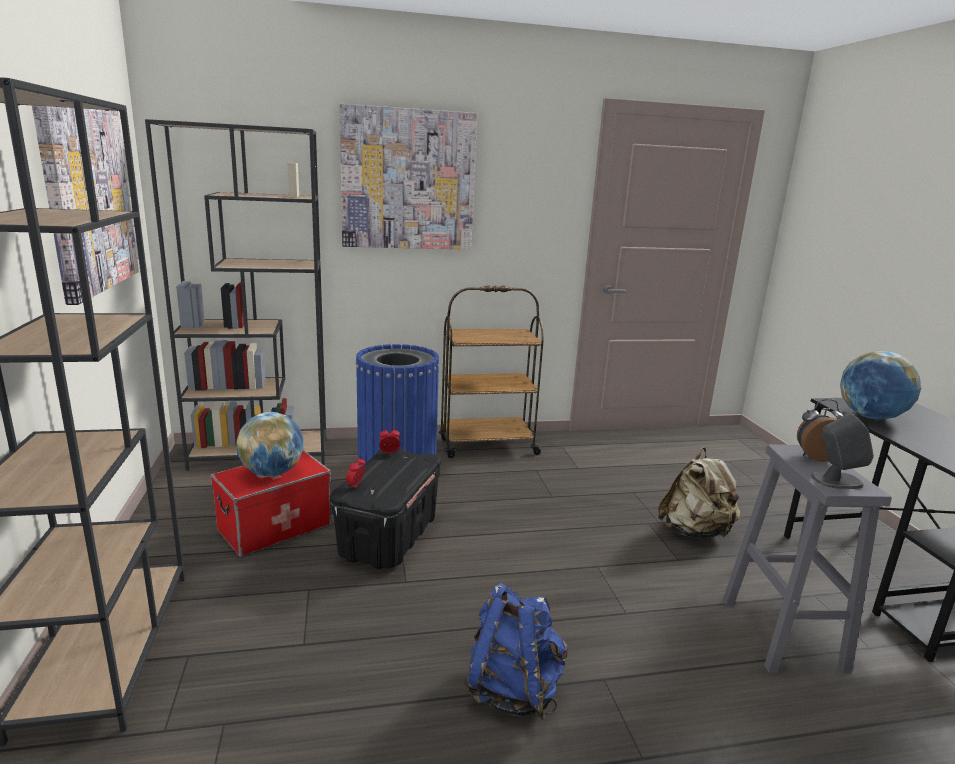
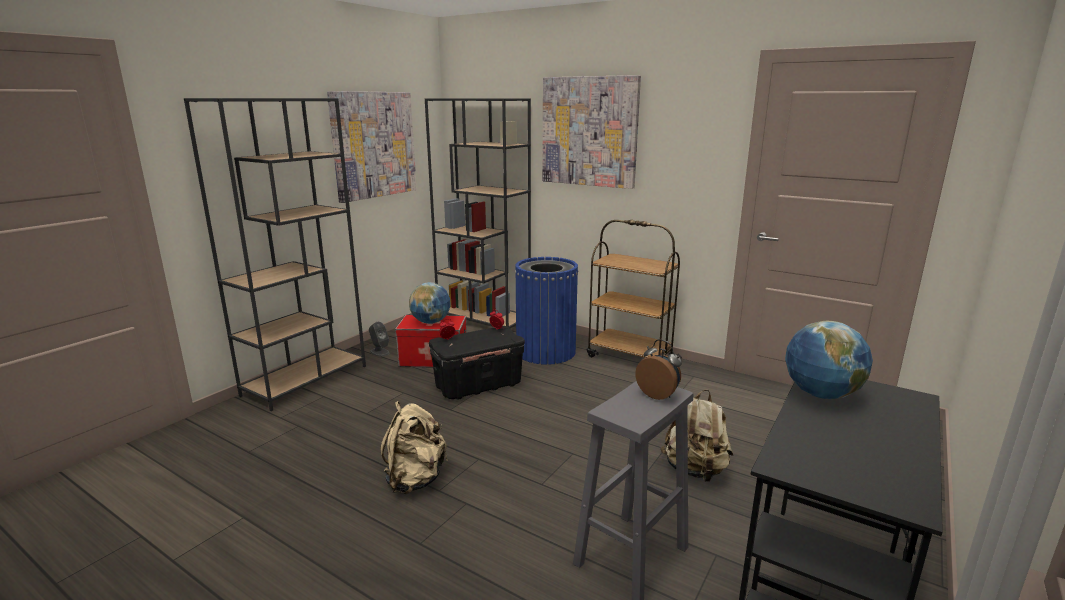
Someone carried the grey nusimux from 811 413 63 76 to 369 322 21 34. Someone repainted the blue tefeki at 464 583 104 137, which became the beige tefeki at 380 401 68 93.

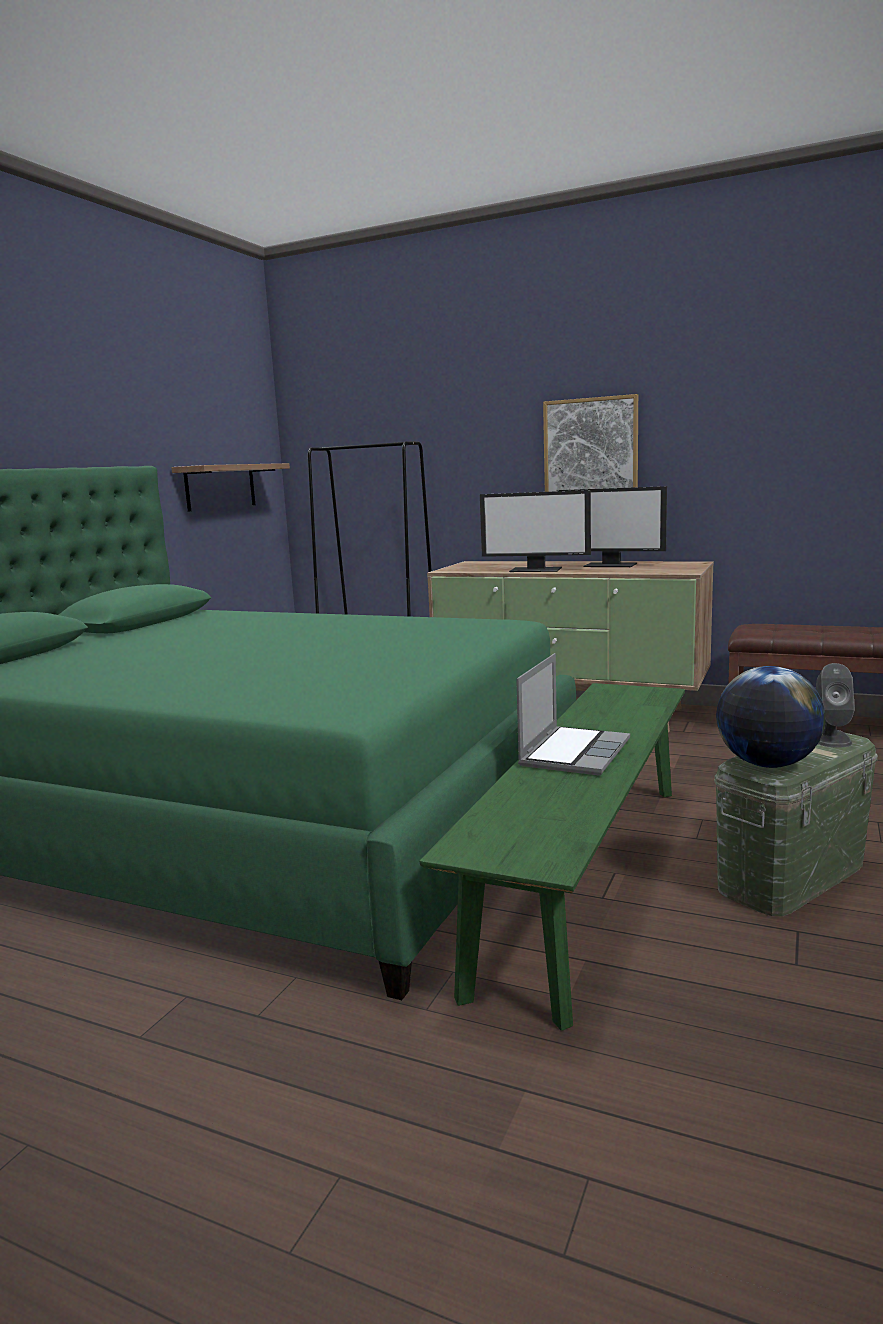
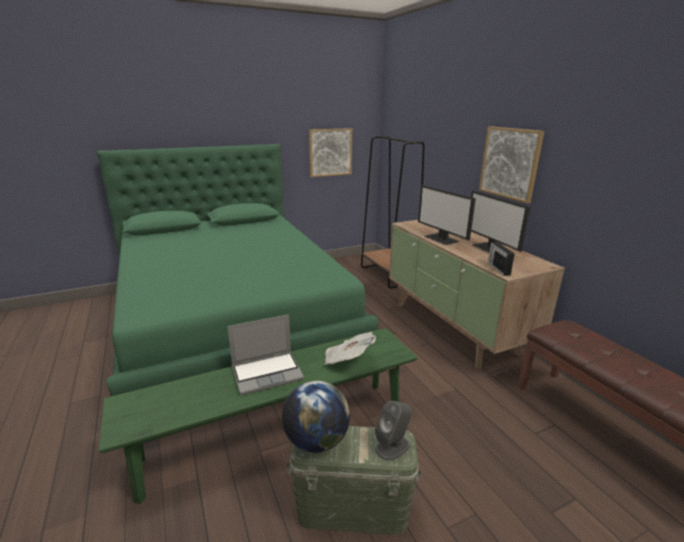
Someone put down the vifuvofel at 324 332 52 33. Someone put down the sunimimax at 488 242 27 34. Someone swapped the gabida at 171 463 119 48 for the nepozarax at 309 128 43 49.

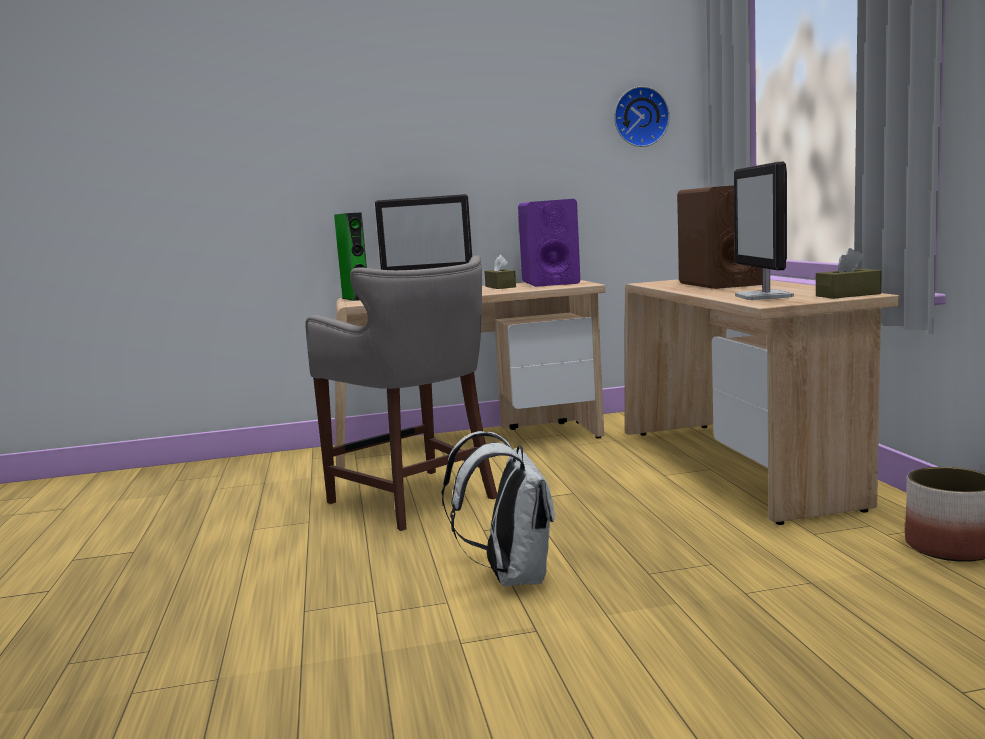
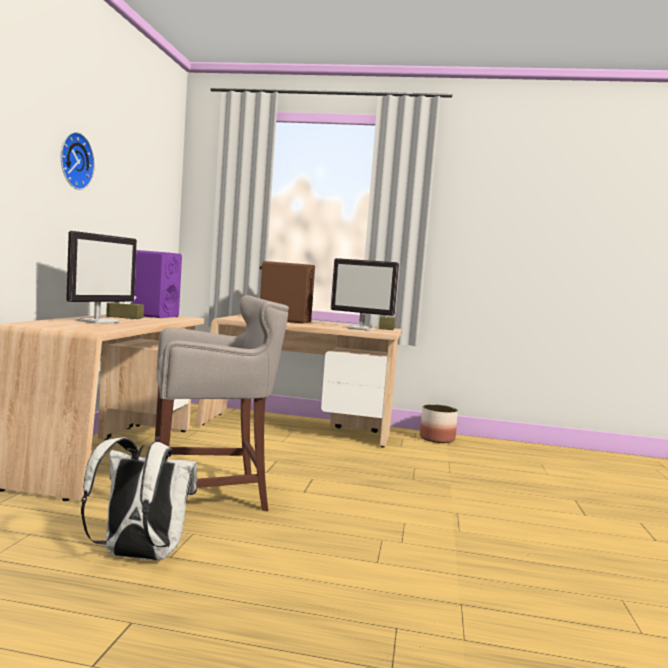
Someone took away the green nusimux at 334 212 33 89. Someone carried the white tefeki from 441 431 114 155 to 81 438 116 123. Someone carried the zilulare from 614 86 56 61 to 61 132 34 58.

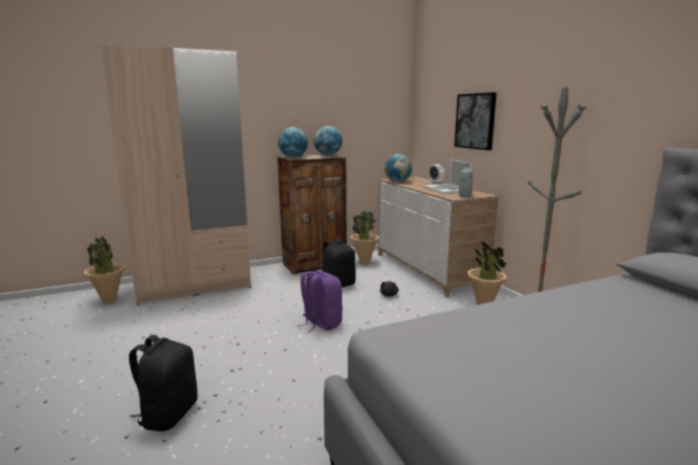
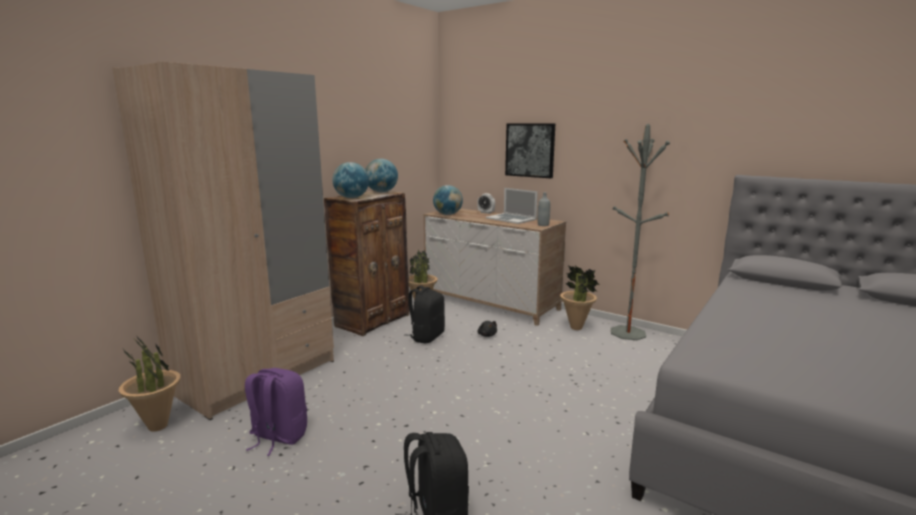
Someone carried the purple tefeki from 297 270 46 63 to 245 368 62 88.

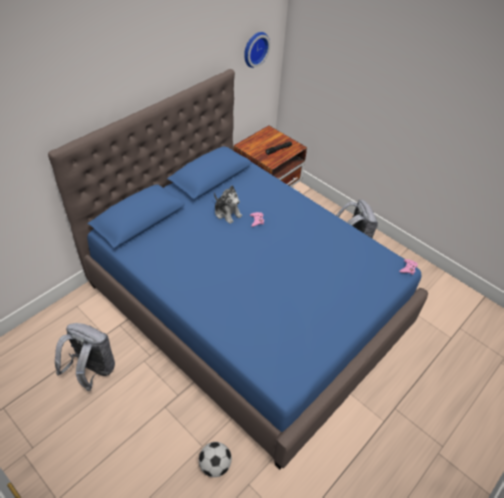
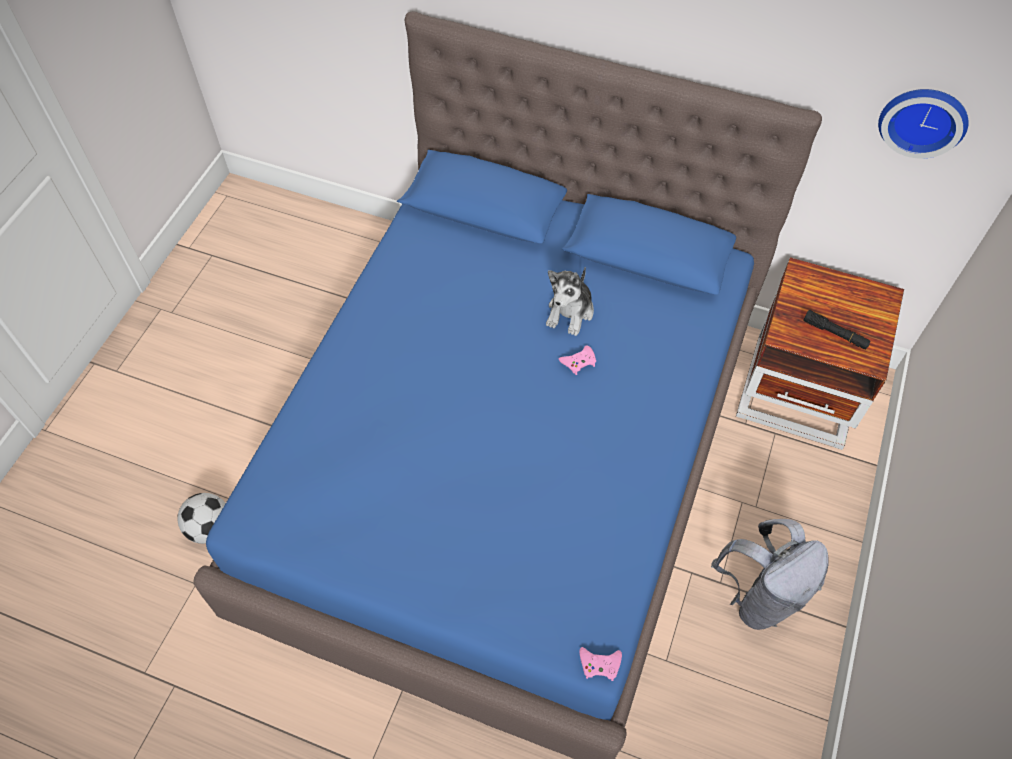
Someone took away the grey tefeki at 55 323 60 68.

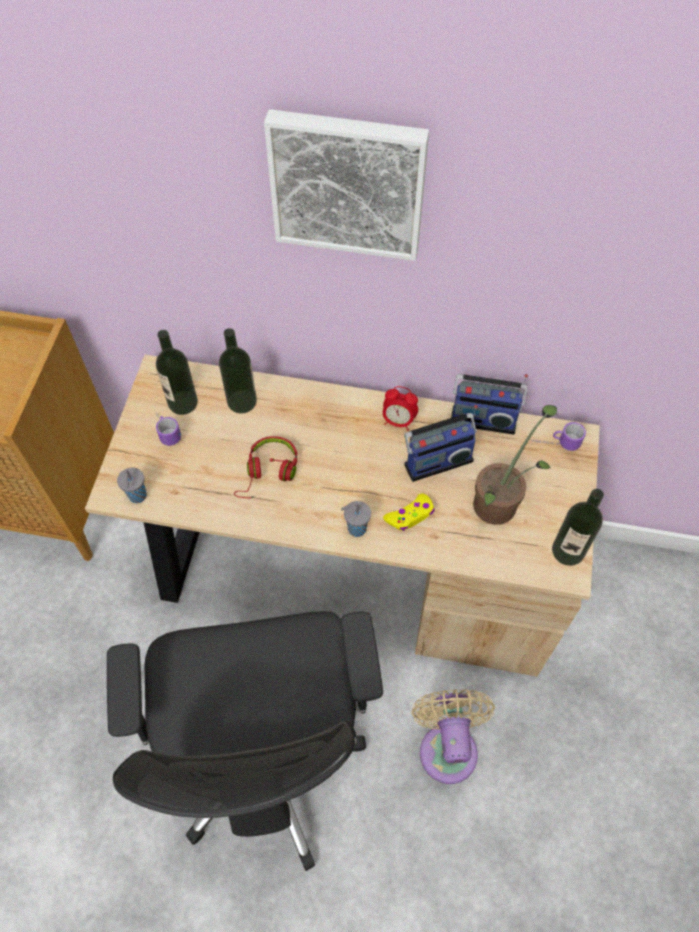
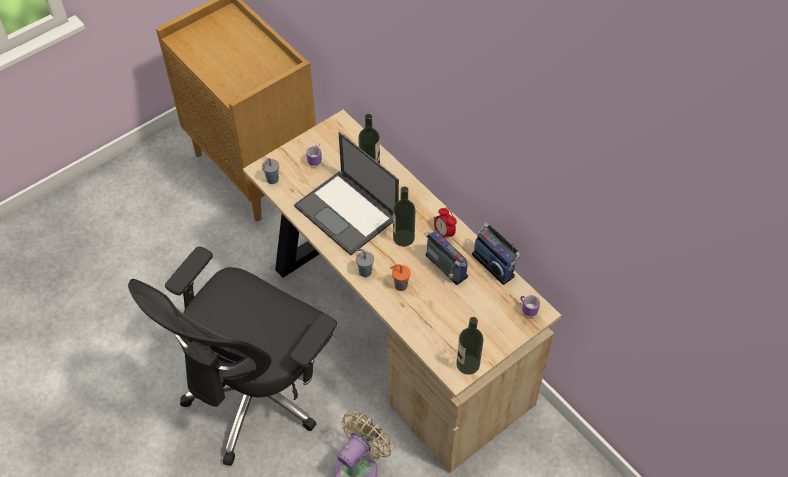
Someone took away the nepozarax at 264 109 165 152. Someone took away the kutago at 473 405 84 120. Someone carried the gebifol from 156 330 42 85 to 393 186 22 61. Someone swapped the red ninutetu at 234 436 63 62 for the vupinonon at 294 132 105 123. Someone swapped the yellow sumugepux at 383 493 52 38 for the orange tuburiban at 390 264 21 27. Someone rotated the sunimimax at 404 405 74 77 by 150 degrees counterclockwise.

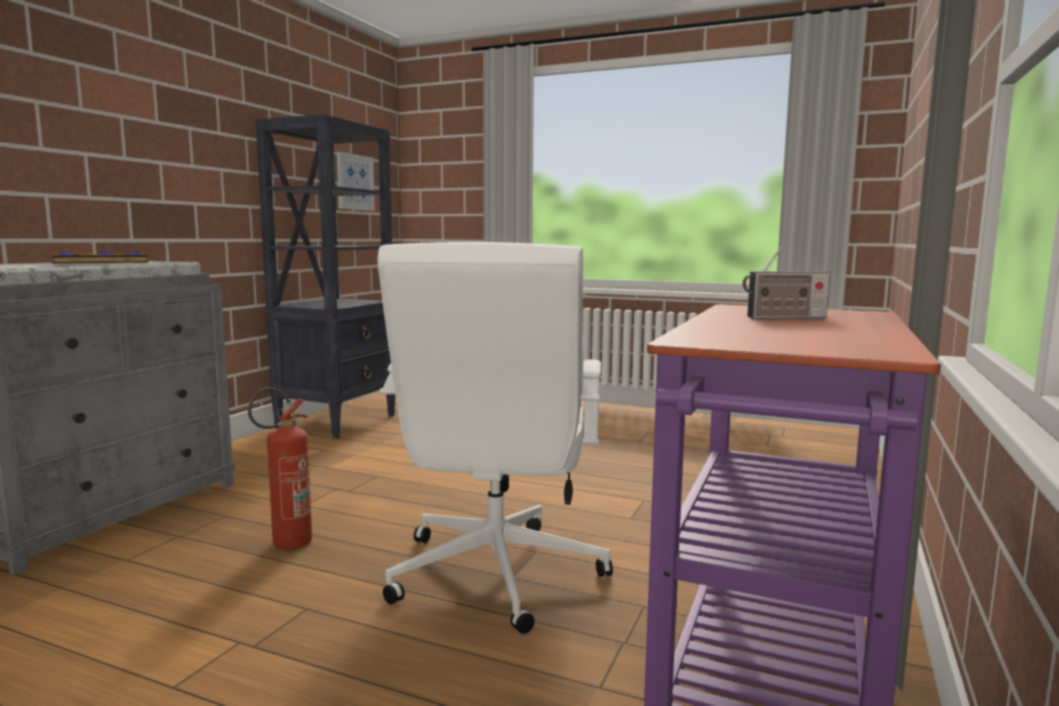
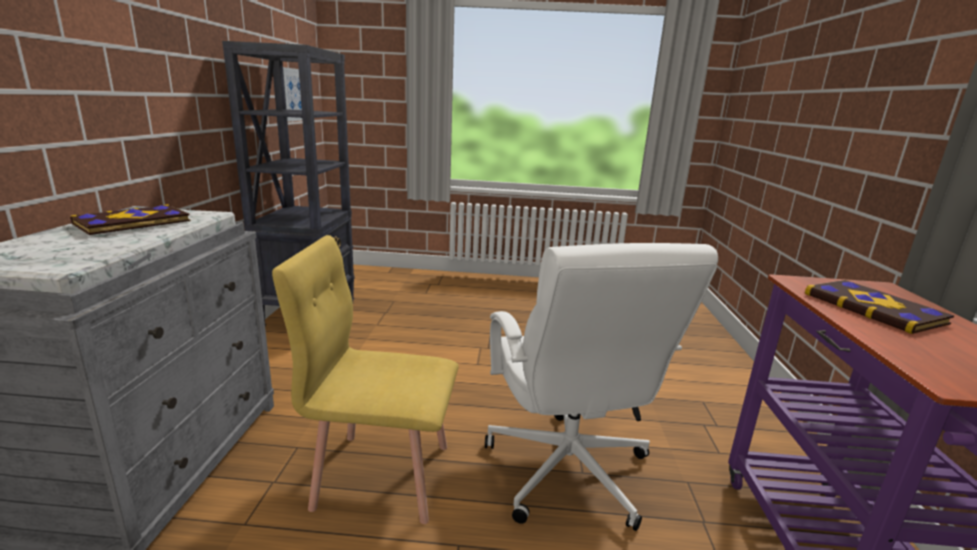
Someone swapped the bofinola at 248 387 64 162 for the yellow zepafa at 272 235 187 289. Someone swapped the sunimimax at 743 247 87 72 for the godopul at 805 280 149 54.

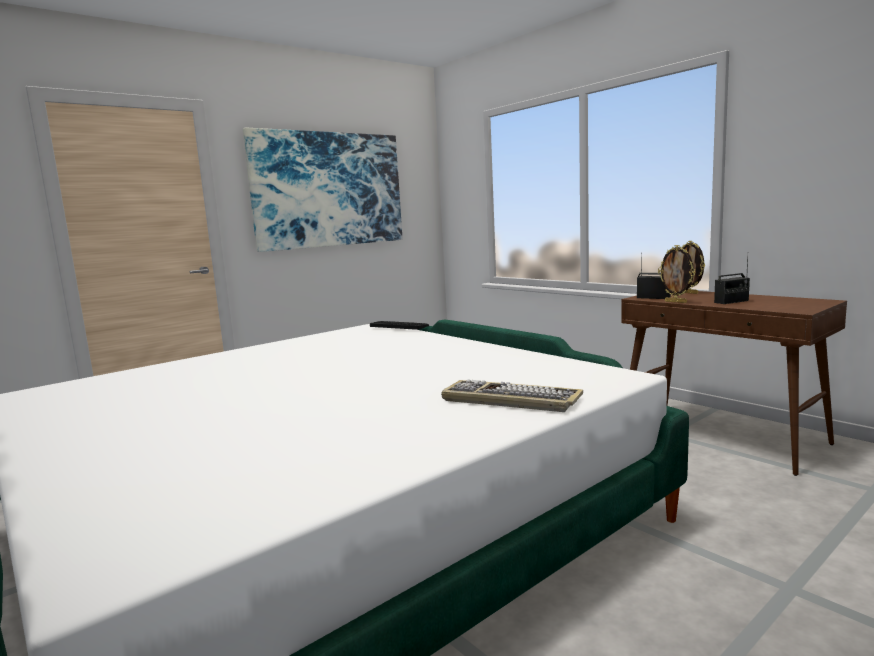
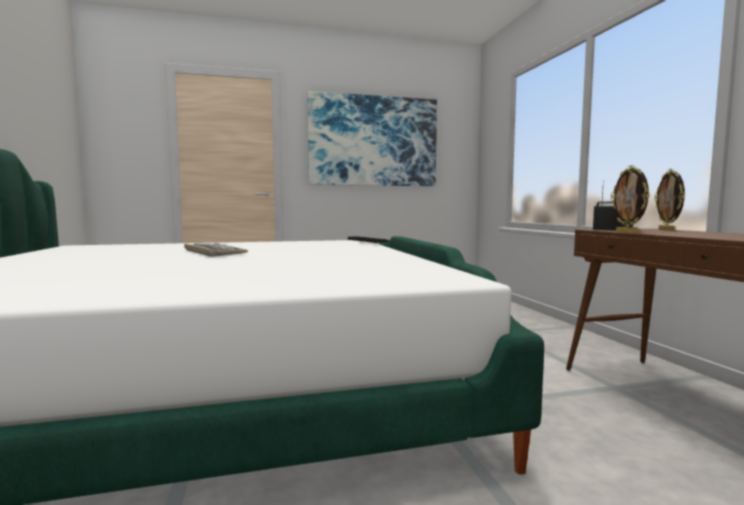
Someone took away the sunimimax at 714 256 36 48. Someone carried the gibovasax from 441 379 142 33 to 184 243 64 14.

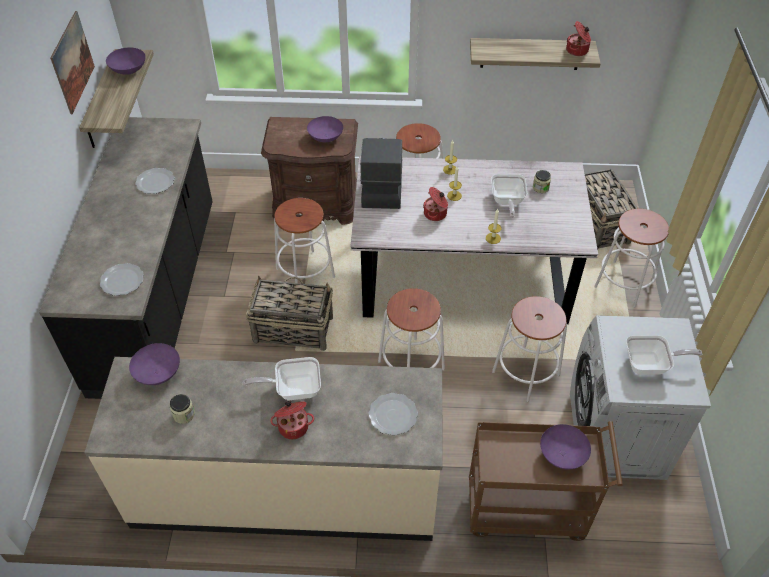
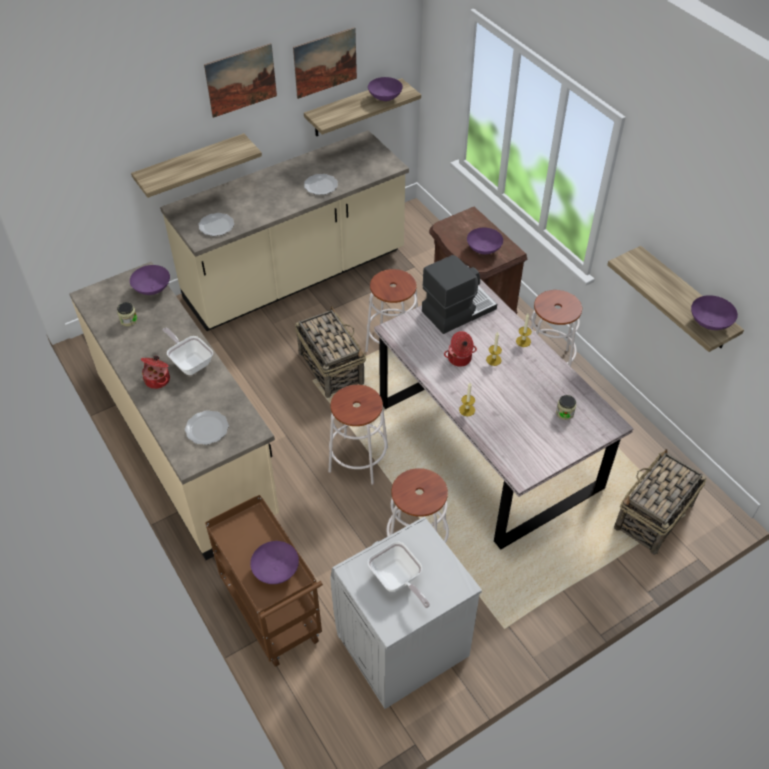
Someone took away the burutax at 491 174 36 44. Someone took away the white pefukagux at 594 209 75 99. Someone put up the gabida at 131 133 131 65. Someone put up the nepozarax at 204 43 73 75. Someone swapped the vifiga at 566 21 25 35 for the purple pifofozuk at 691 295 47 35. Someone repainted the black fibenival at 39 117 174 282, which became the beige fibenival at 160 130 249 201.

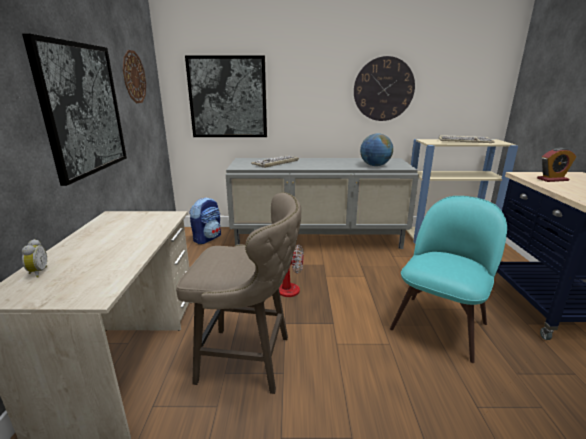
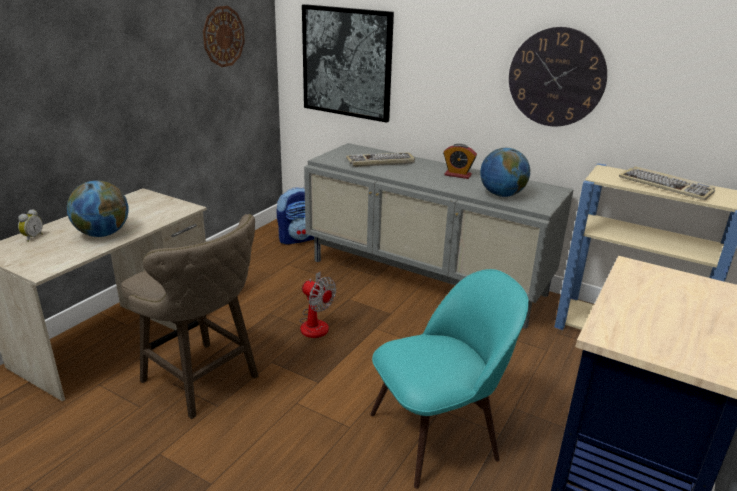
Someone took away the nepozarax at 22 33 105 153. Someone put down the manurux at 67 180 62 57. Someone carried the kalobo from 537 147 39 35 to 443 144 34 35.

